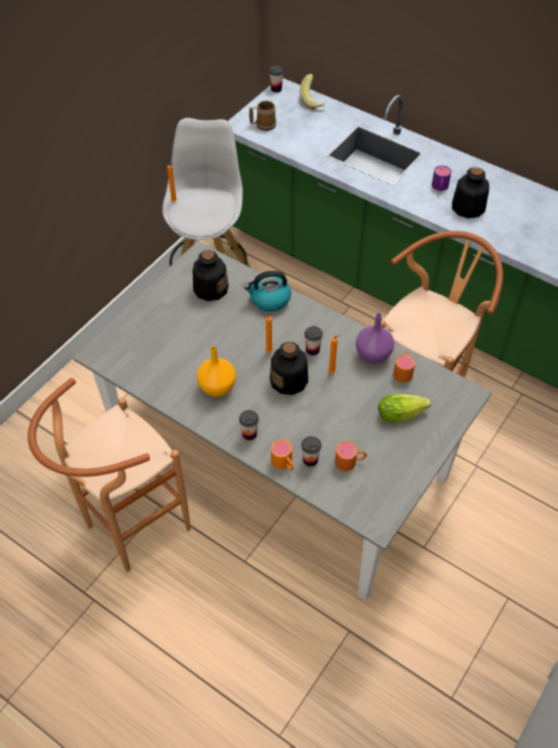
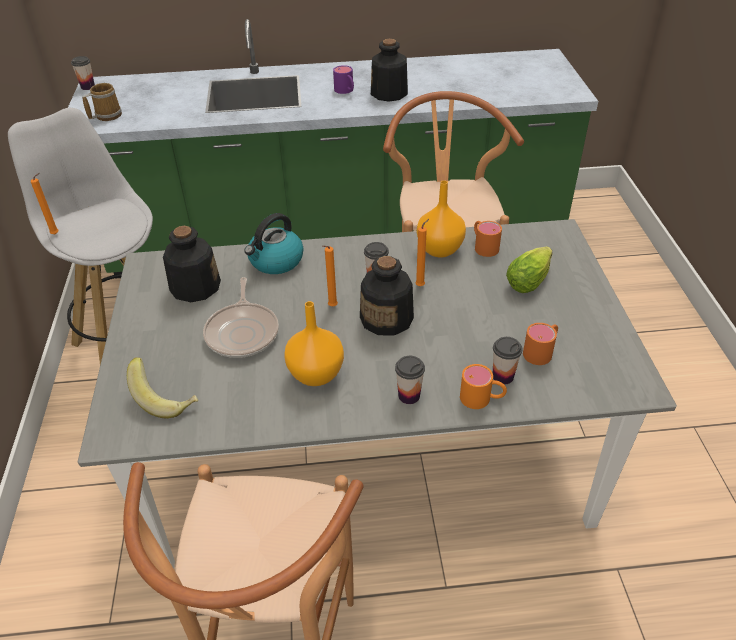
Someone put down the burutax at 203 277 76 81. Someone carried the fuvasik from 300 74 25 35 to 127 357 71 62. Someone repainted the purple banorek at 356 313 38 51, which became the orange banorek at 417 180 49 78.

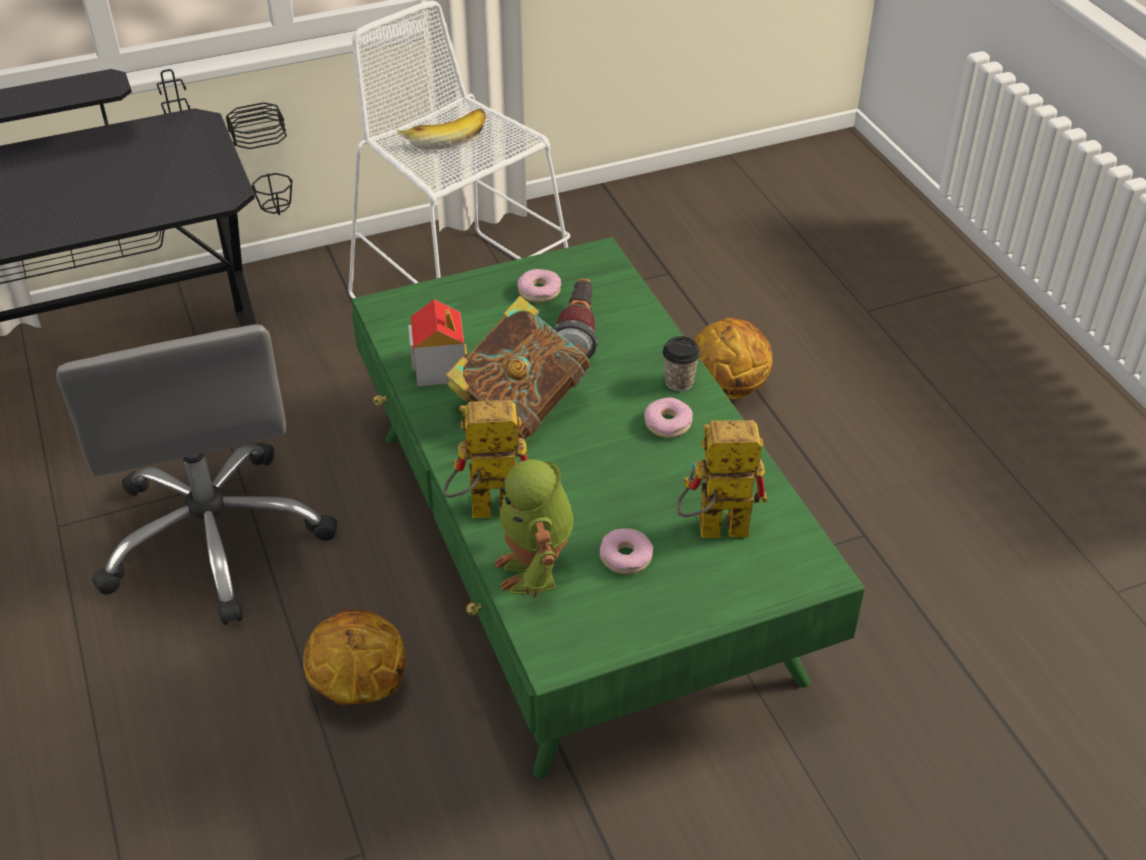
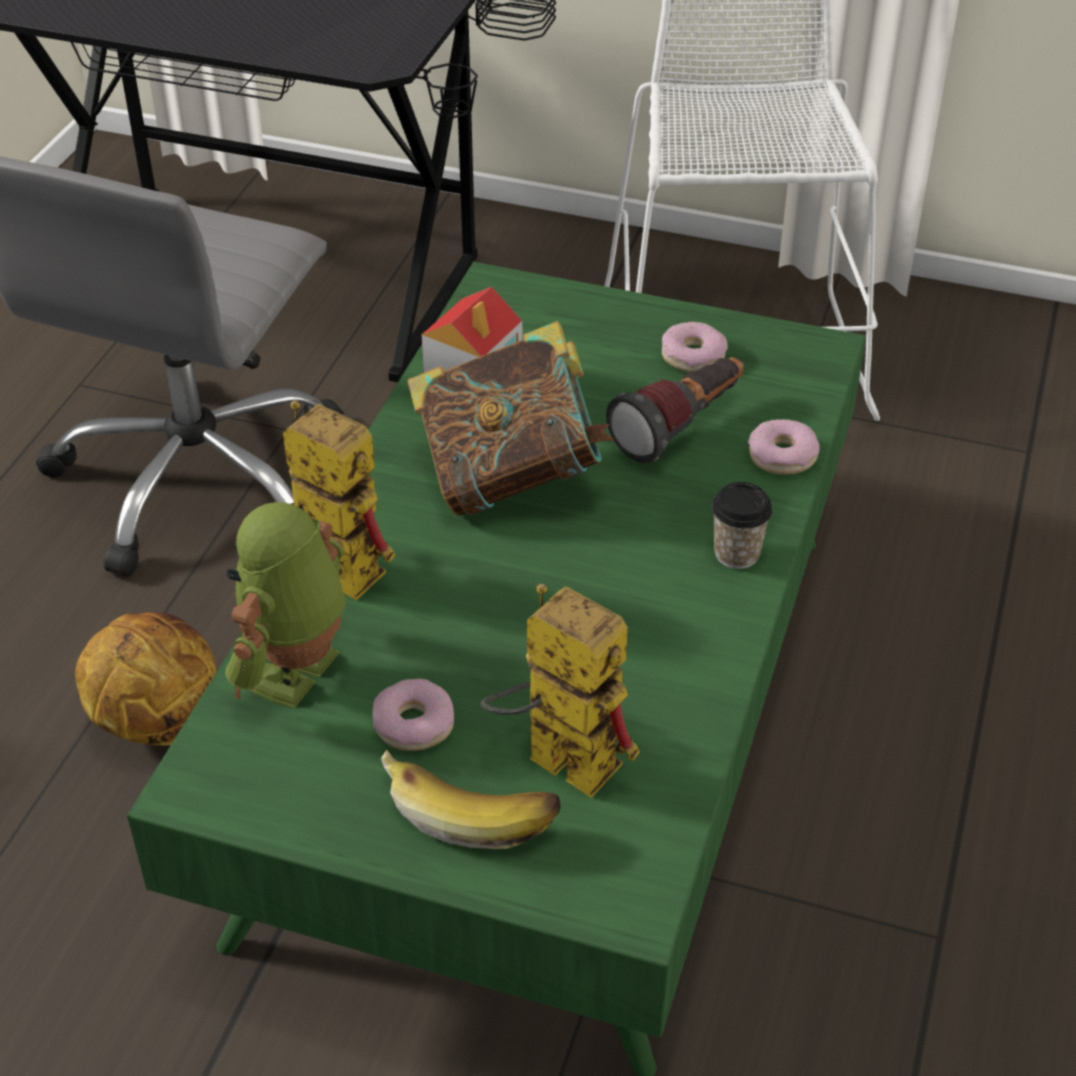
Someone took away the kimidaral at 694 318 79 81. Someone carried the fuvasik from 397 108 89 42 to 381 750 180 99. Someone carried the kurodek from 644 397 49 41 to 748 419 71 56.

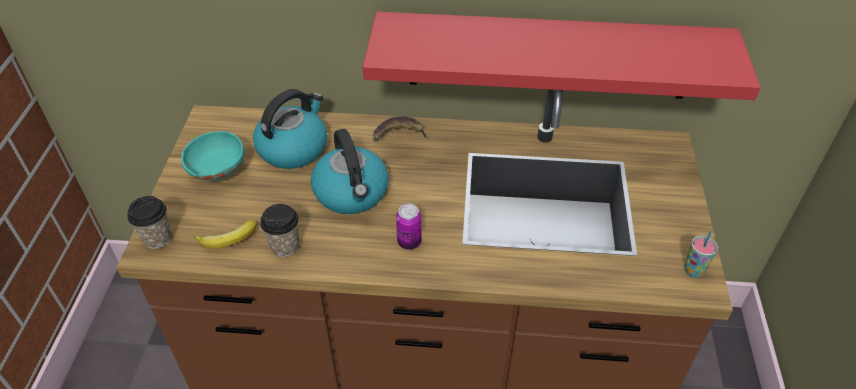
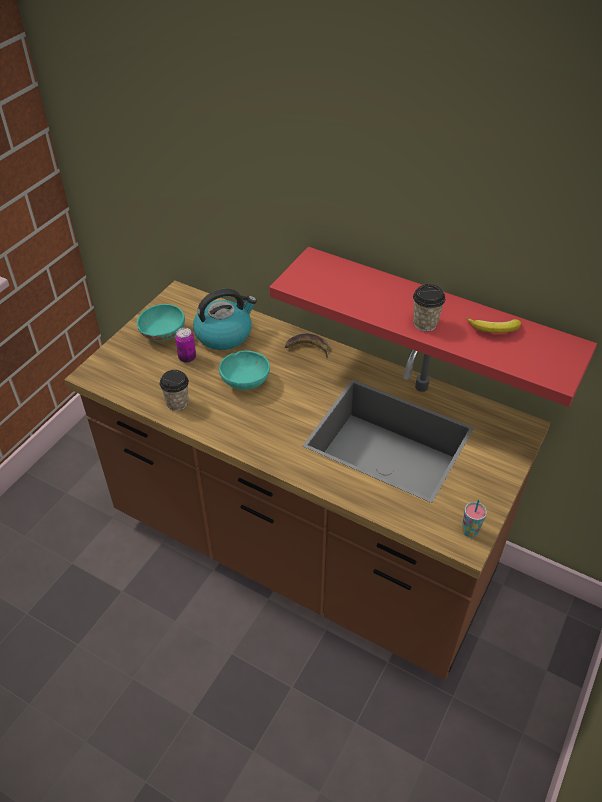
Someone carried the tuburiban from 127 196 45 53 to 413 284 32 47. Someone carried the fuvasik from 193 219 63 30 to 466 318 55 15. Someone carried the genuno from 396 204 26 46 to 175 328 21 35. Someone swapped the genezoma at 311 129 78 85 for the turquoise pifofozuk at 219 351 51 39.

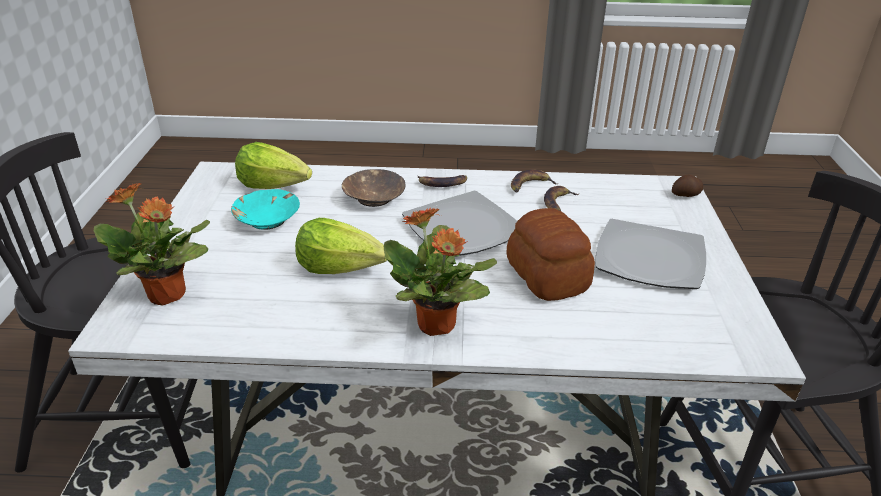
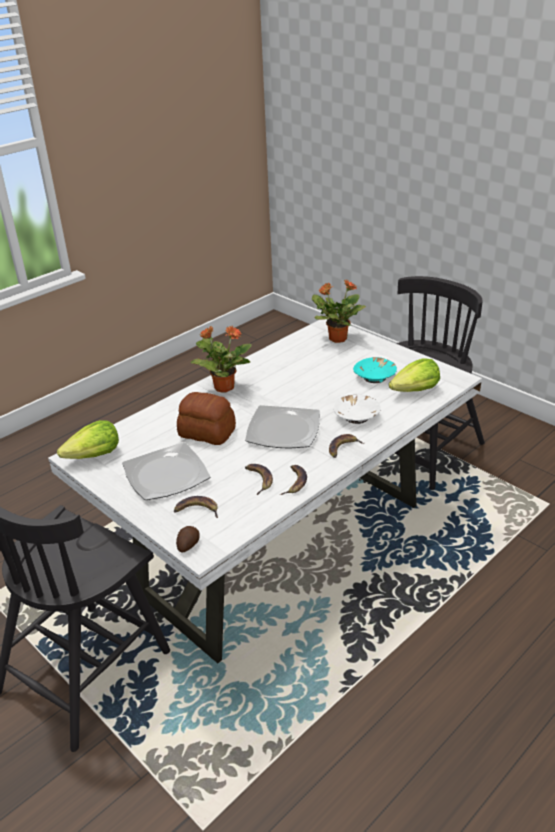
Someone put down the fuvasik at 174 496 44 22. Someone carried the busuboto from 295 218 92 56 to 57 420 62 39. Someone repainted the brown pifofozuk at 342 169 64 38, which became the white pifofozuk at 334 395 47 29.

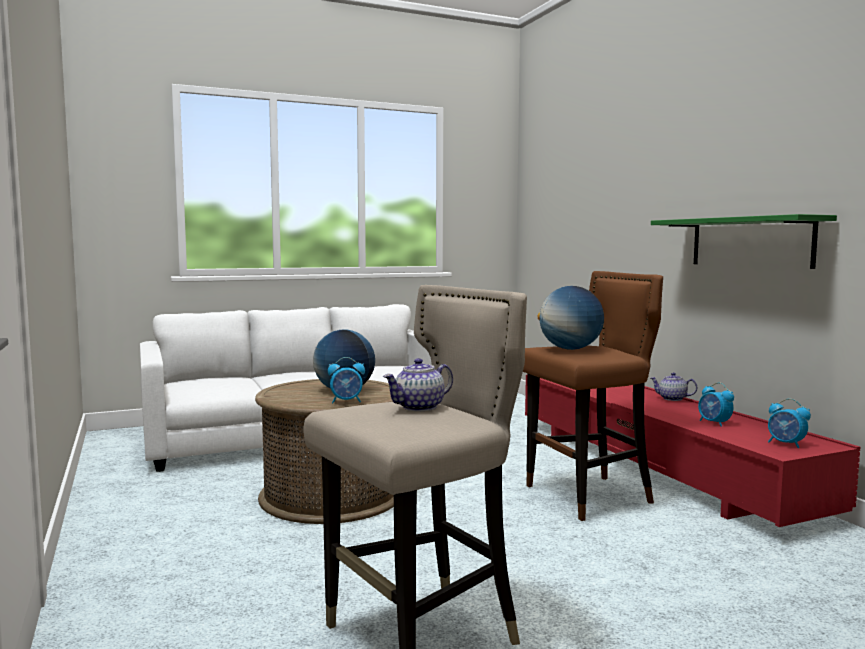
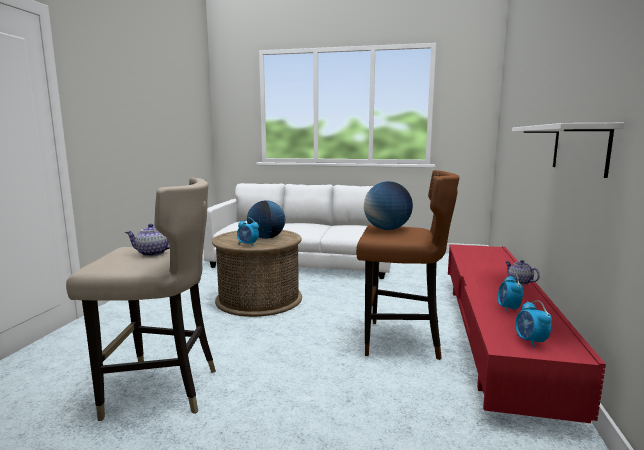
Someone repainted the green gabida at 651 214 186 55, which became the white gabida at 512 123 113 55.

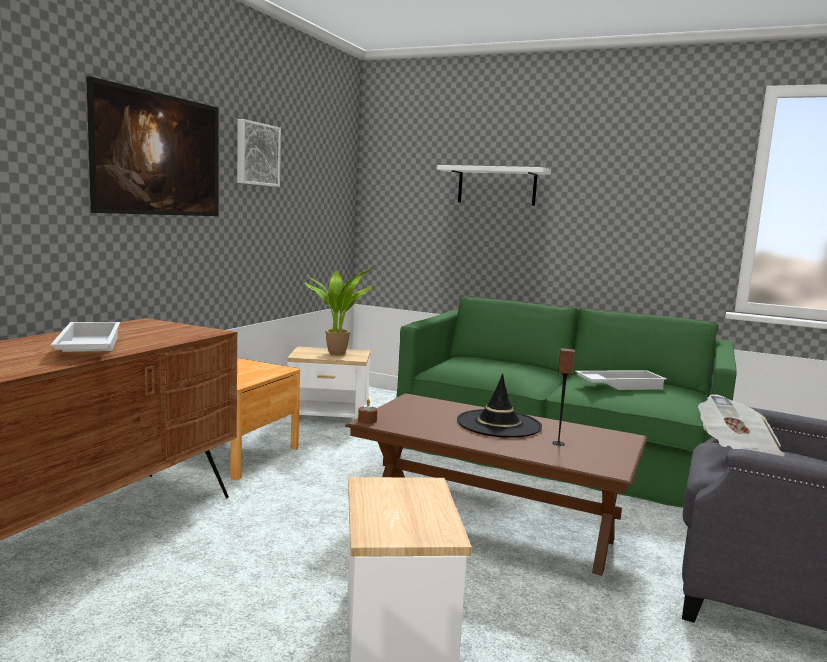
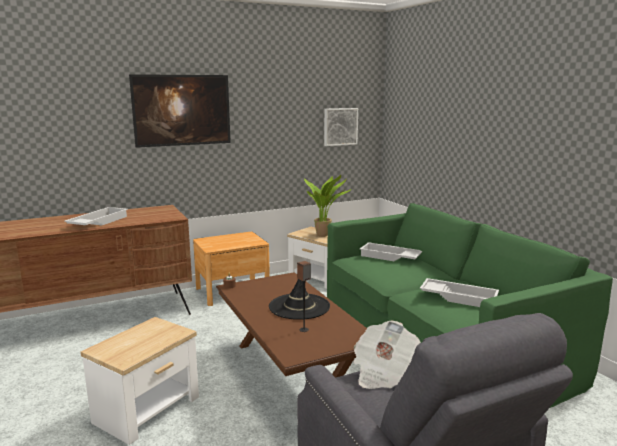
Someone took away the white gabida at 437 165 114 41. Someone put down the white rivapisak at 360 242 62 19. Someone carried the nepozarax from 237 119 44 68 to 324 108 34 38.

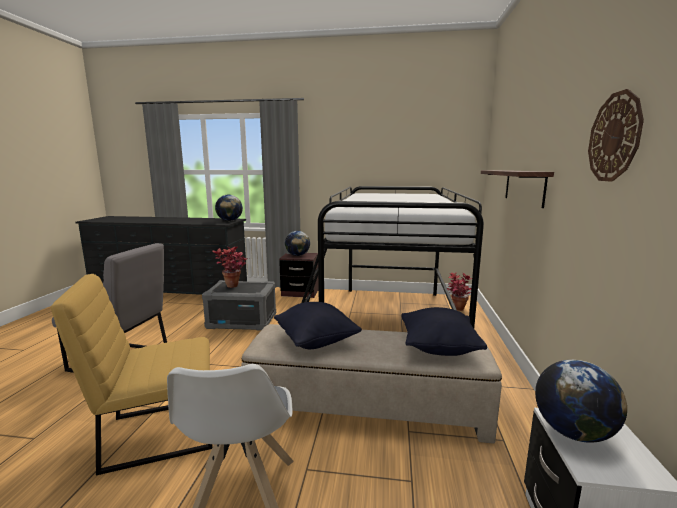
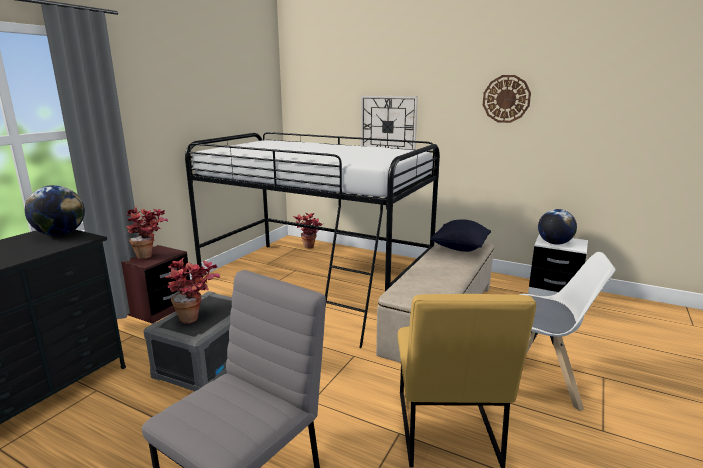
Someone took away the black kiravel at 274 302 88 47. Someone swapped the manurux at 285 231 25 25 for the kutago at 126 207 42 52. Someone swapped the gabida at 481 170 73 38 for the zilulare at 361 95 57 55.

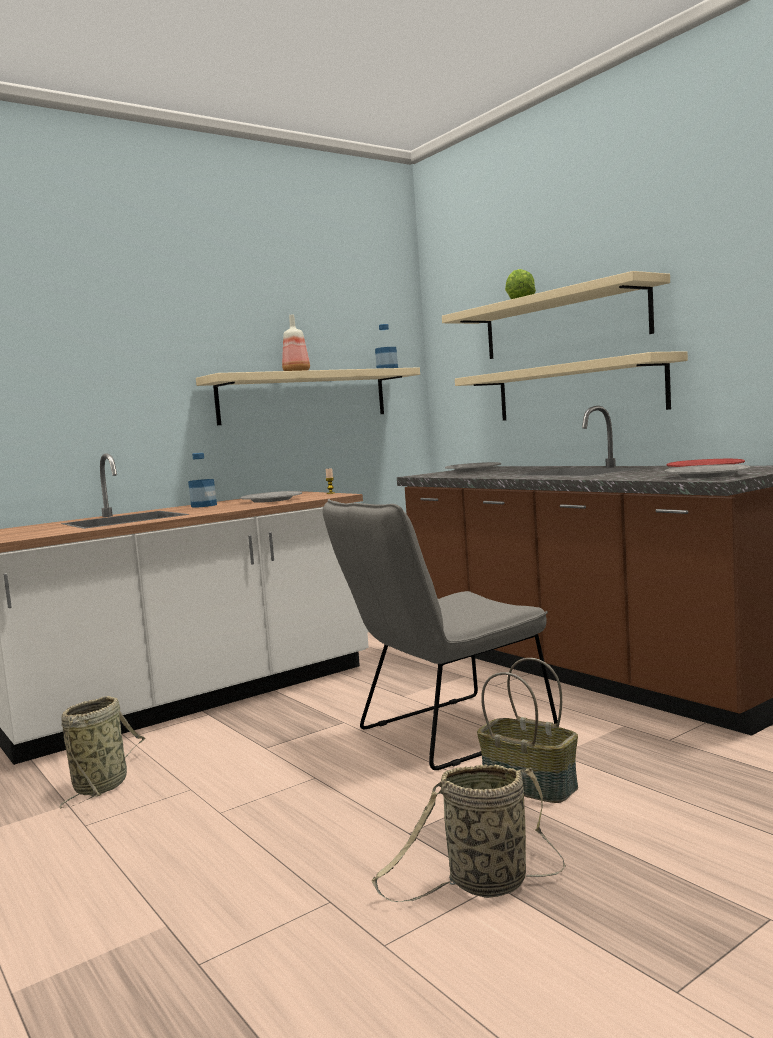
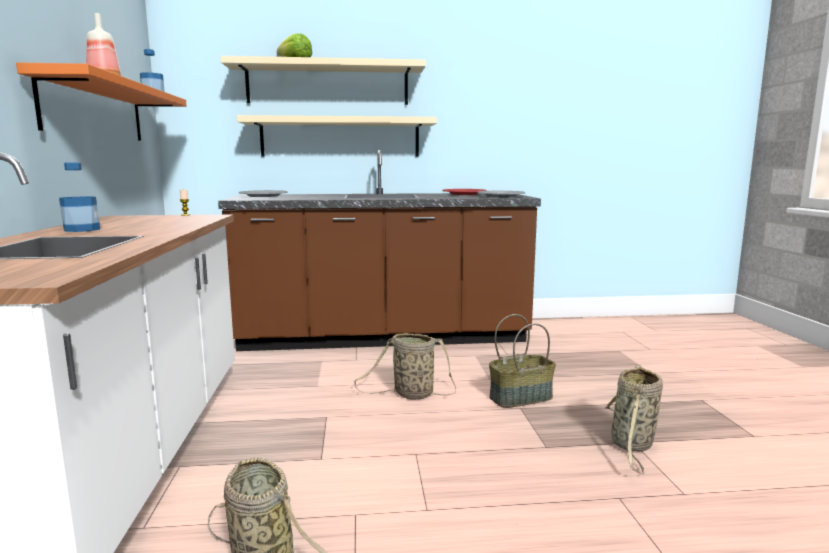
Someone took away the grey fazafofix at 241 491 61 12. Someone swapped the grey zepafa at 323 499 235 271 for the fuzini at 354 333 102 66. Someone repainted the beige gabida at 196 367 224 58, which became the orange gabida at 16 62 171 79.

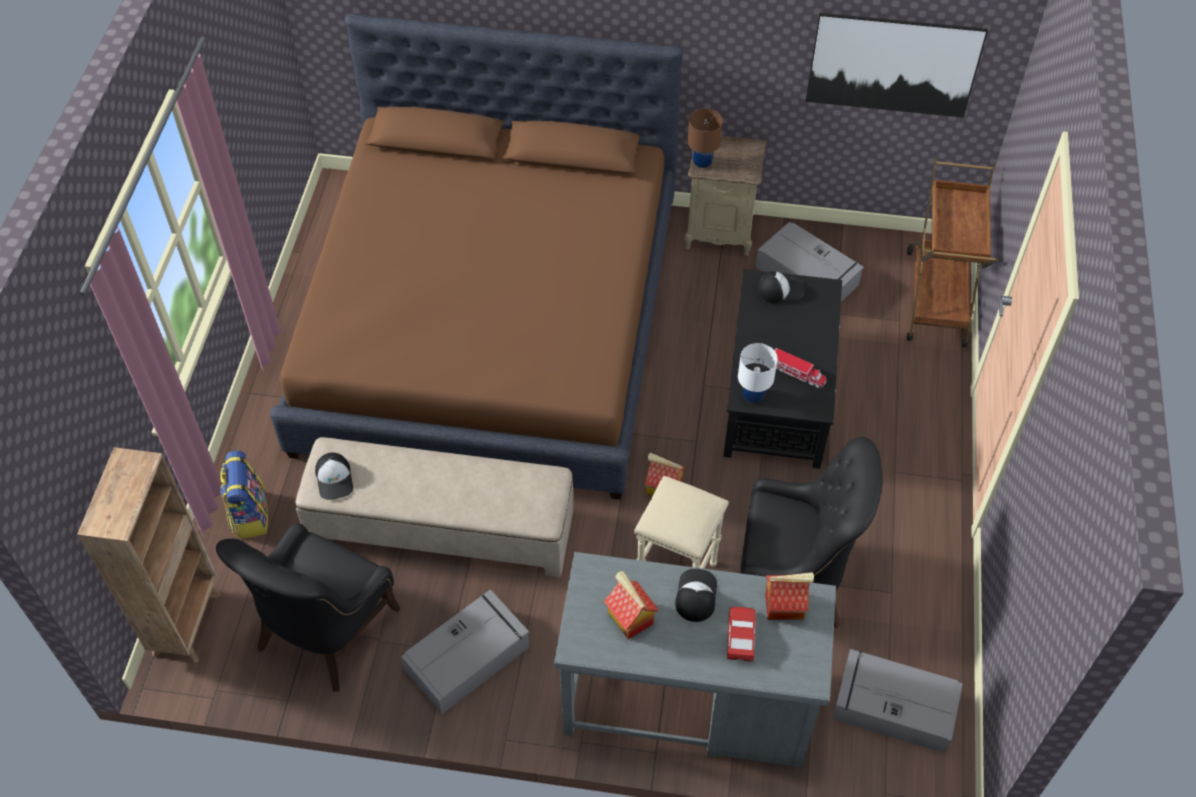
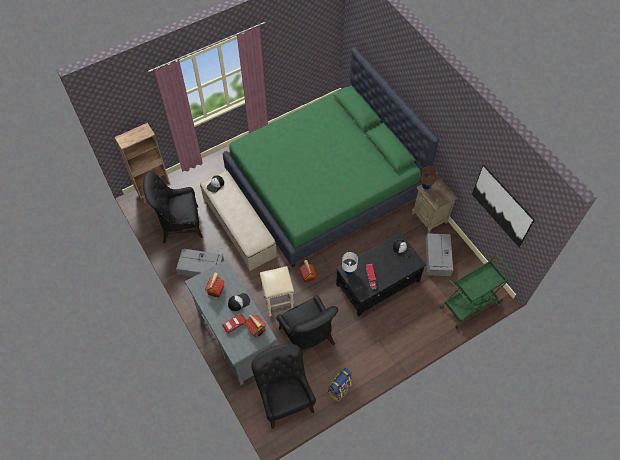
Someone carried the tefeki from 220 450 48 88 to 328 368 24 34. Someone swapped the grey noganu at 833 649 130 104 for the black zepafa at 251 344 65 85. Someone repainted the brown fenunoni at 270 13 413 487, which became the green fenunoni at 223 47 216 220. Someone repainted the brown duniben at 906 157 92 190, which became the green duniben at 440 253 76 76.

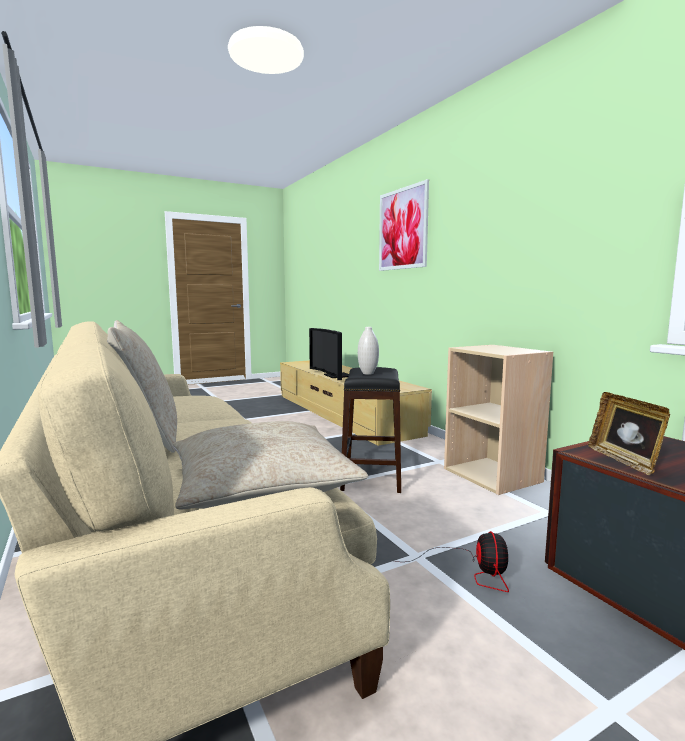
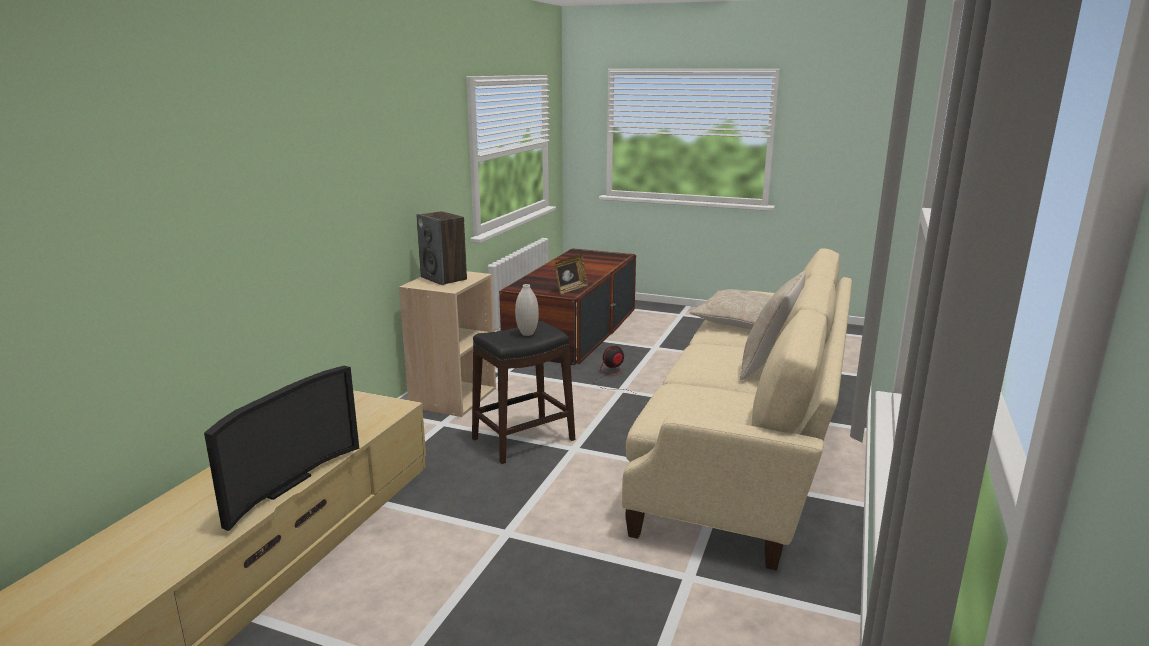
Someone took away the nepozarax at 379 179 50 92. Someone put down the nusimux at 417 211 50 74.

